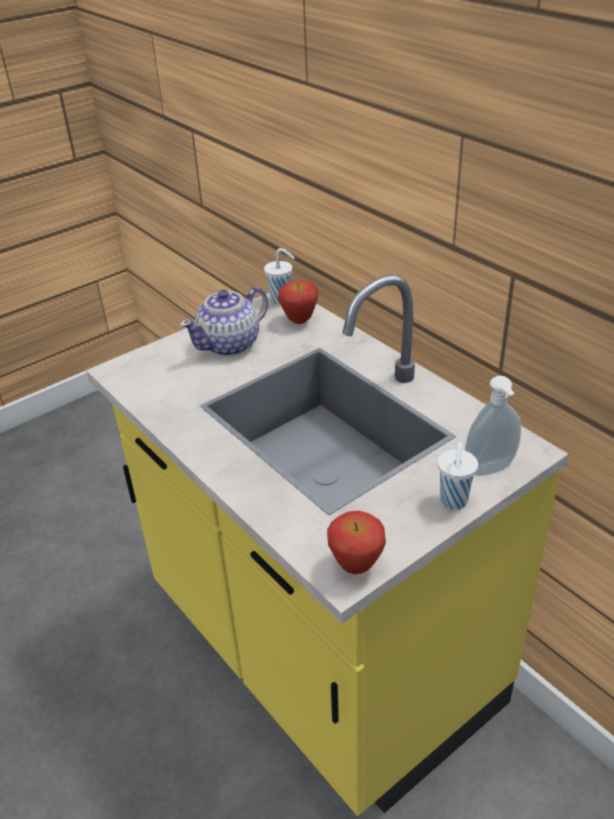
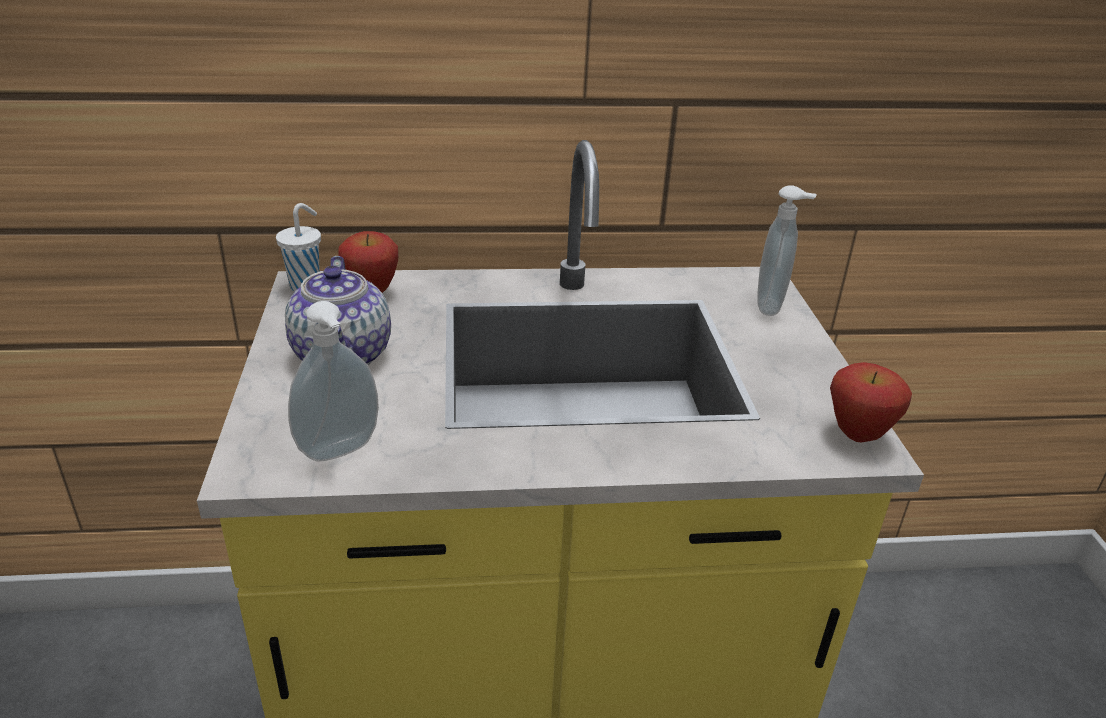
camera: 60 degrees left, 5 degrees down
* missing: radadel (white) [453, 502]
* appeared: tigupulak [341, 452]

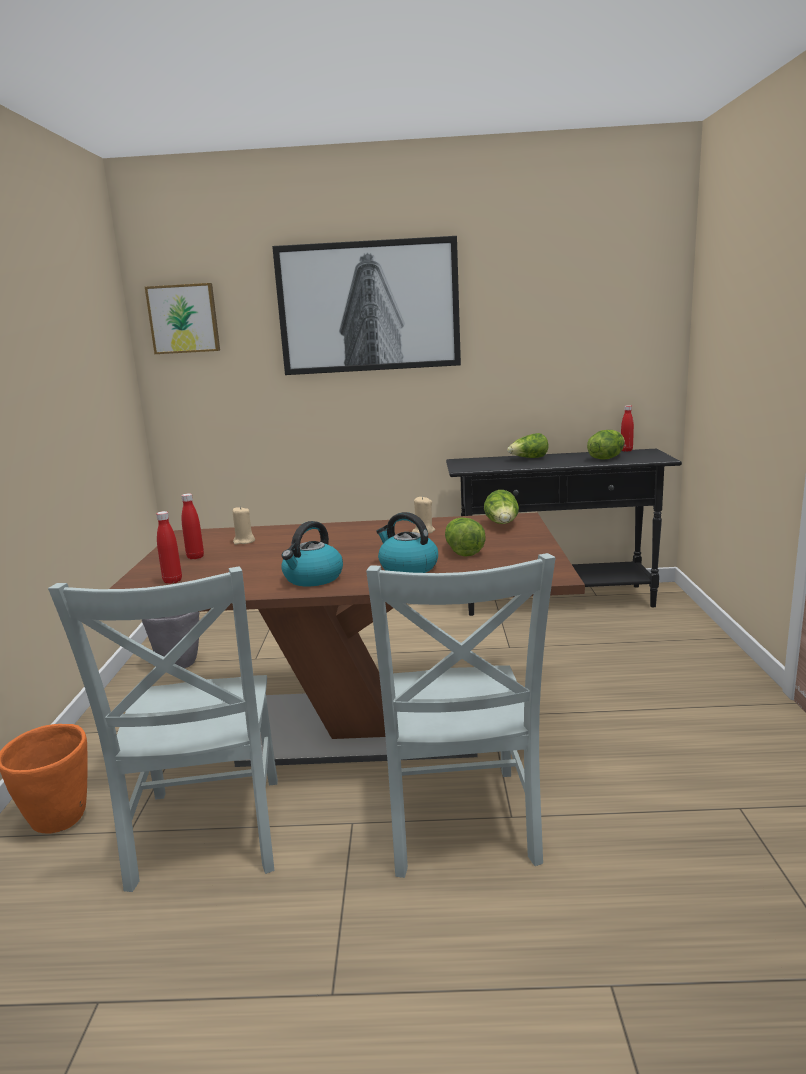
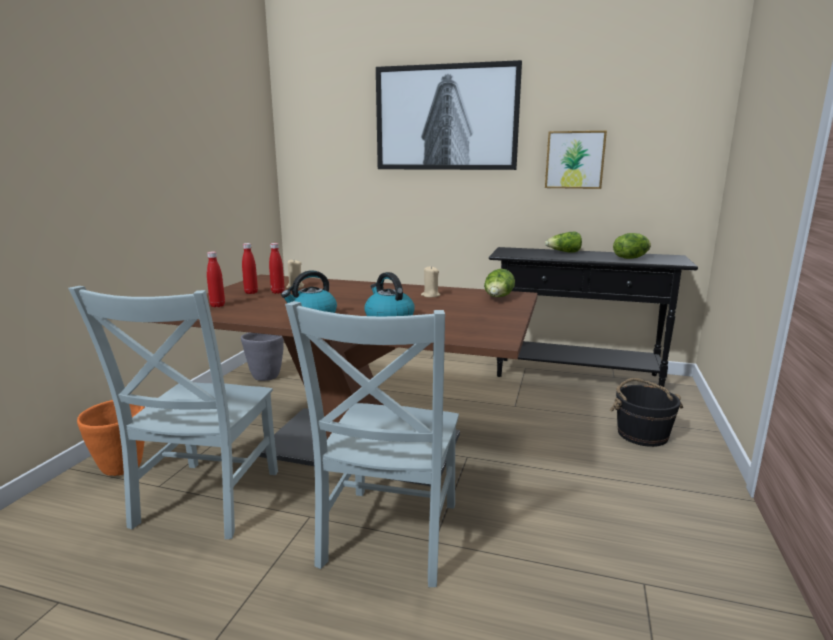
camera: 15 degrees right, 0 degrees up
* relocated: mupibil [184, 319] to [575, 160]
* relocated: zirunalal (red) [626, 450] to [278, 292]
* missing: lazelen [463, 550]
* appeared: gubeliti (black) [642, 434]

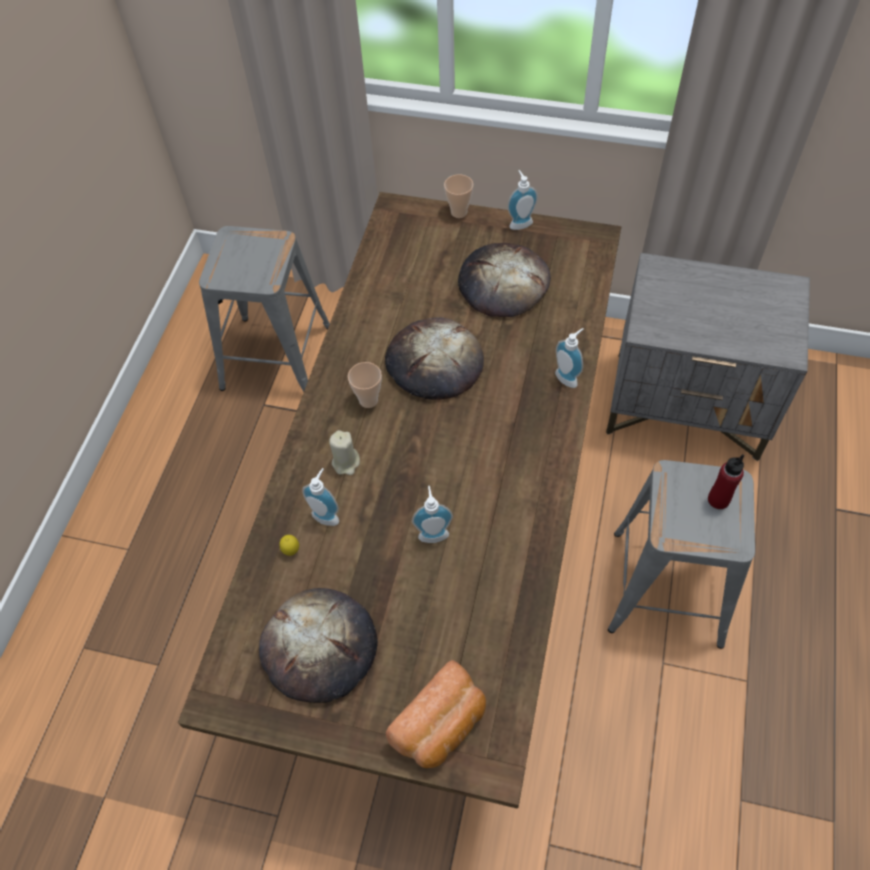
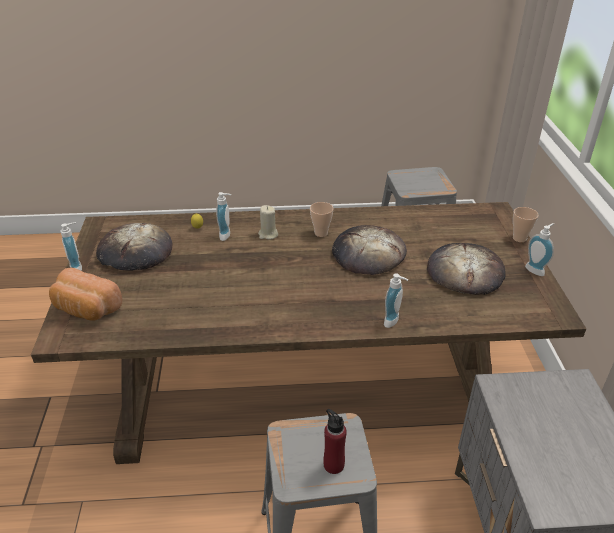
camera: 70 degrees right, 20 degrees down
* relocated: tigupulak [433, 532] to [79, 268]

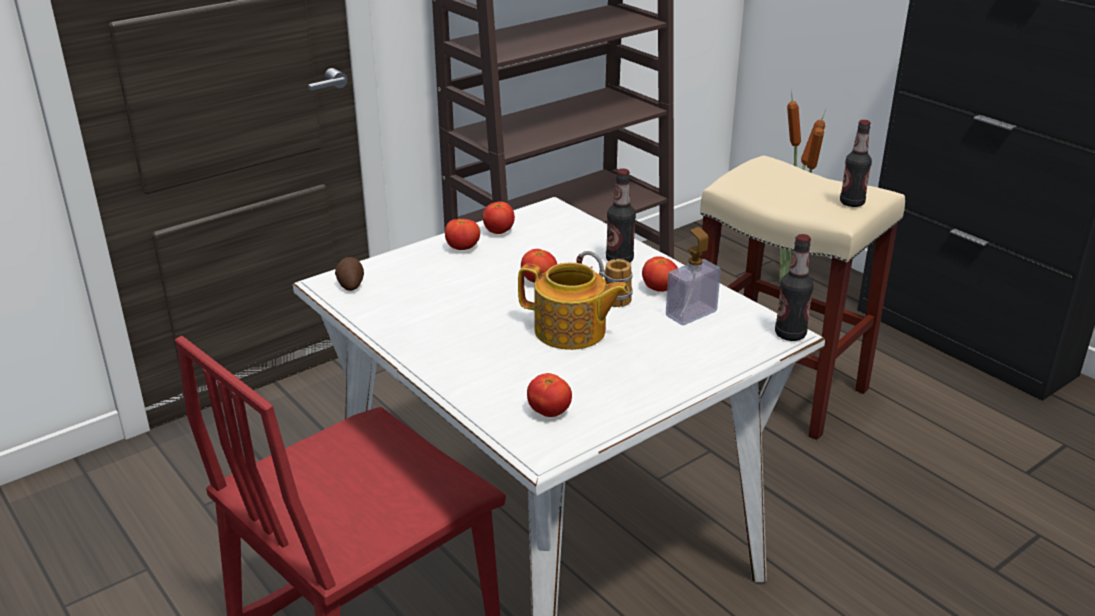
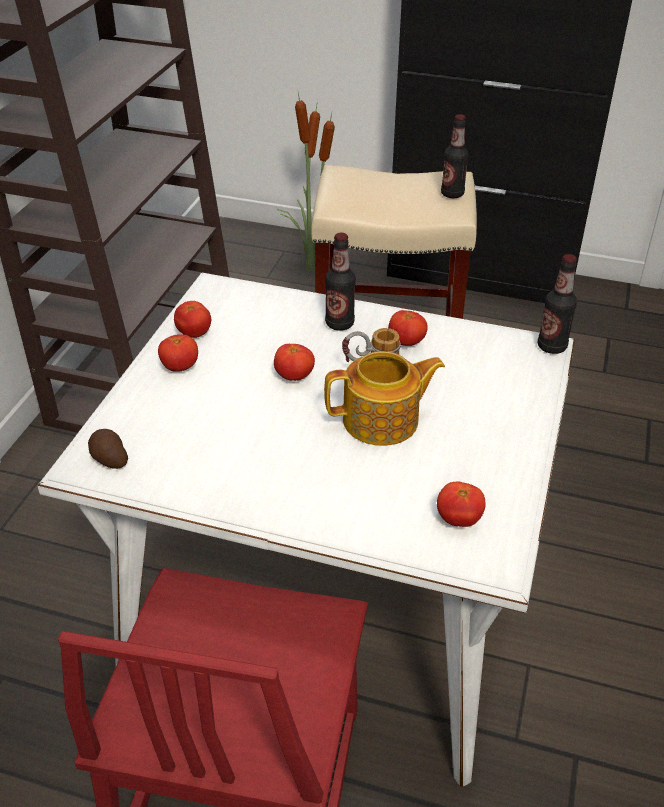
camera: 35 degrees left, 10 degrees up
* missing: tigupulak [691, 313]

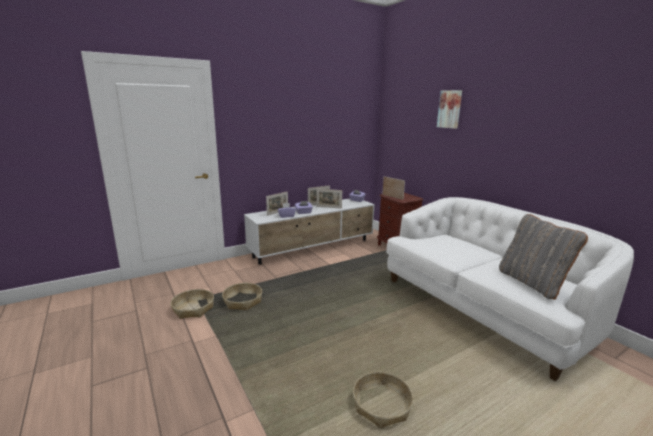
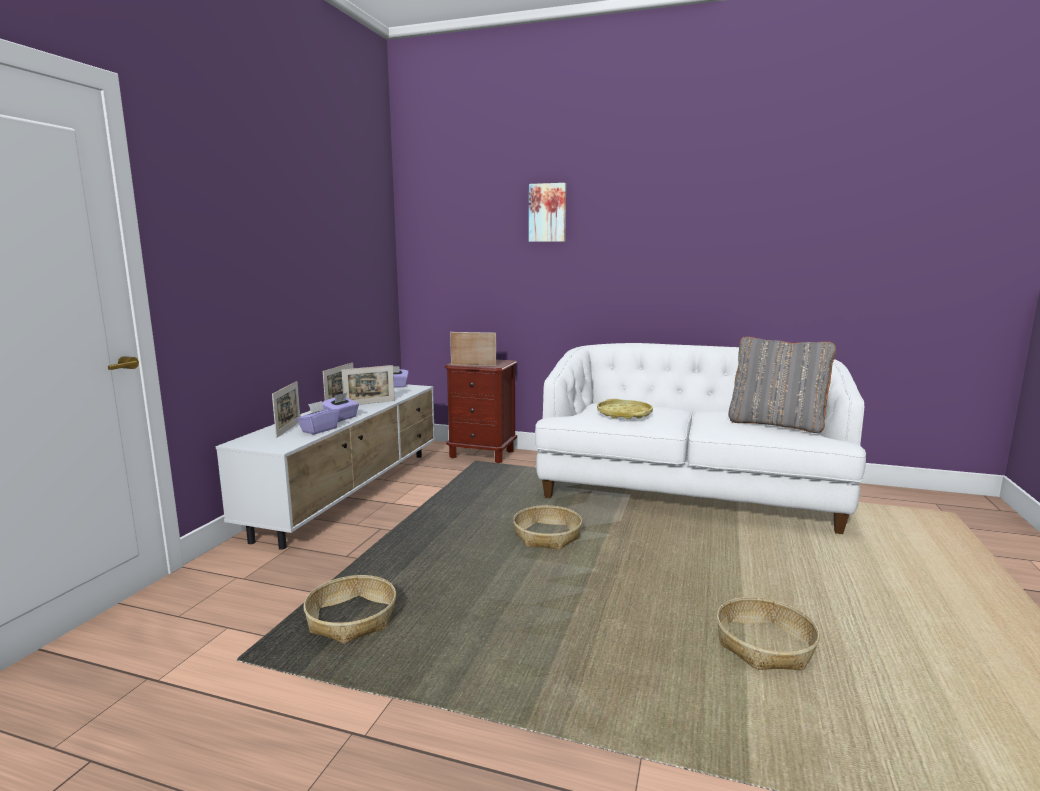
camera: 40 degrees left, 5 degrees down
* relocated: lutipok [193, 309] to [547, 536]
* appeared: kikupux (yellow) [624, 414]

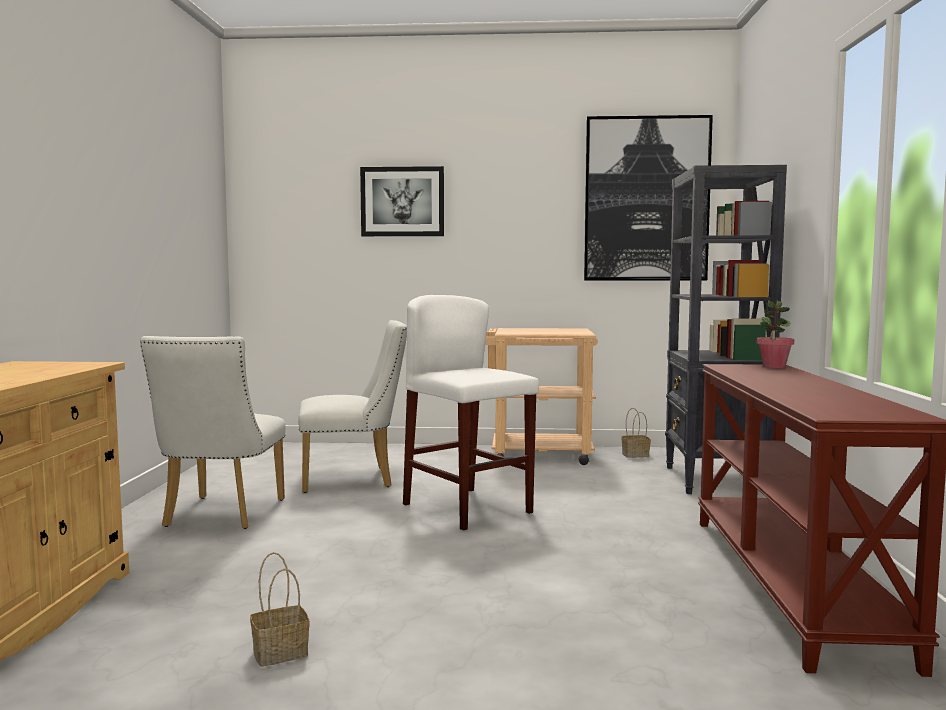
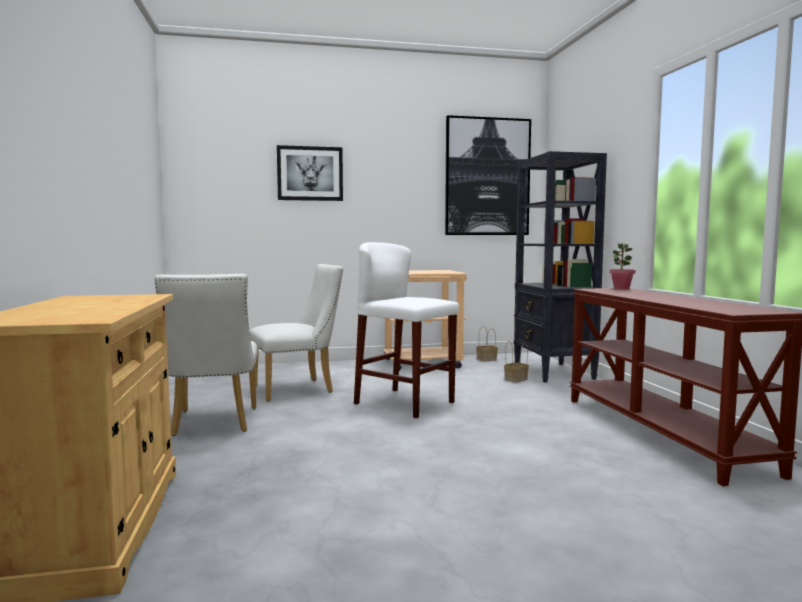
camera: 15 degrees left, 0 degrees up
* relocated: lutipok [282, 652] to [516, 379]

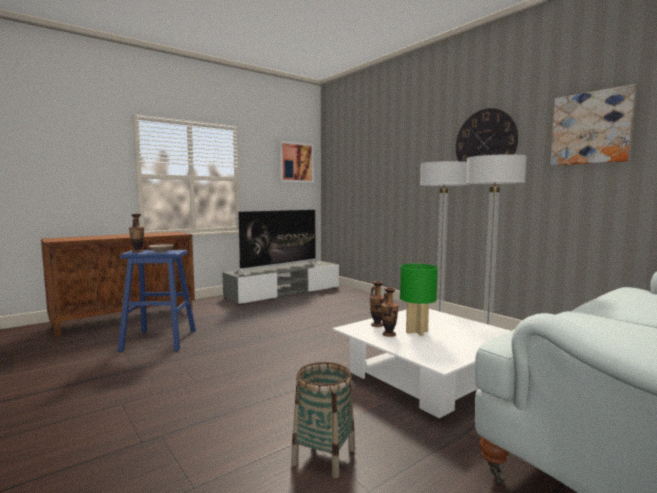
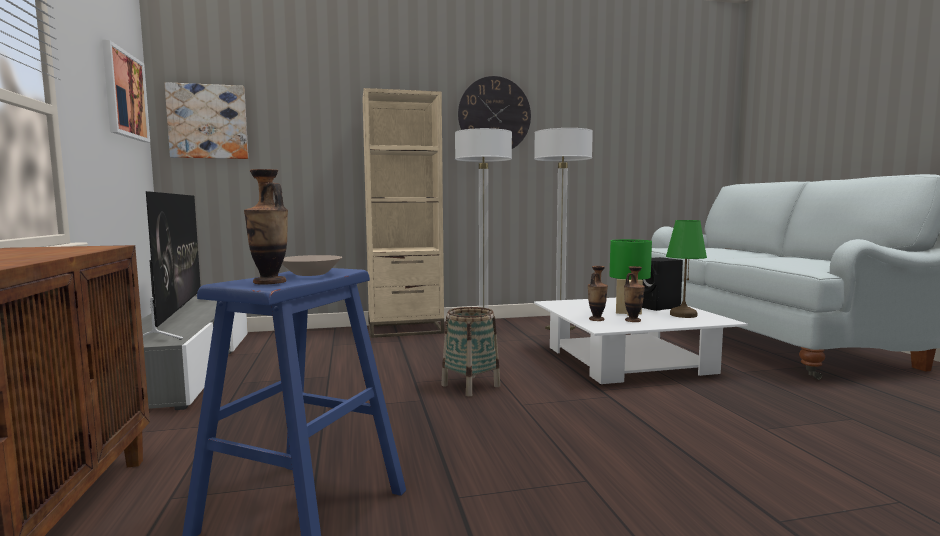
camera: 65 degrees left, 0 degrees up
* relocated: mupibil [591, 128] to [208, 122]
* relocated: lutipok [324, 456] to [470, 386]
* appeared: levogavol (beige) [405, 329]
* appeared: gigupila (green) [682, 315]
* appeared: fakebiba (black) [657, 307]

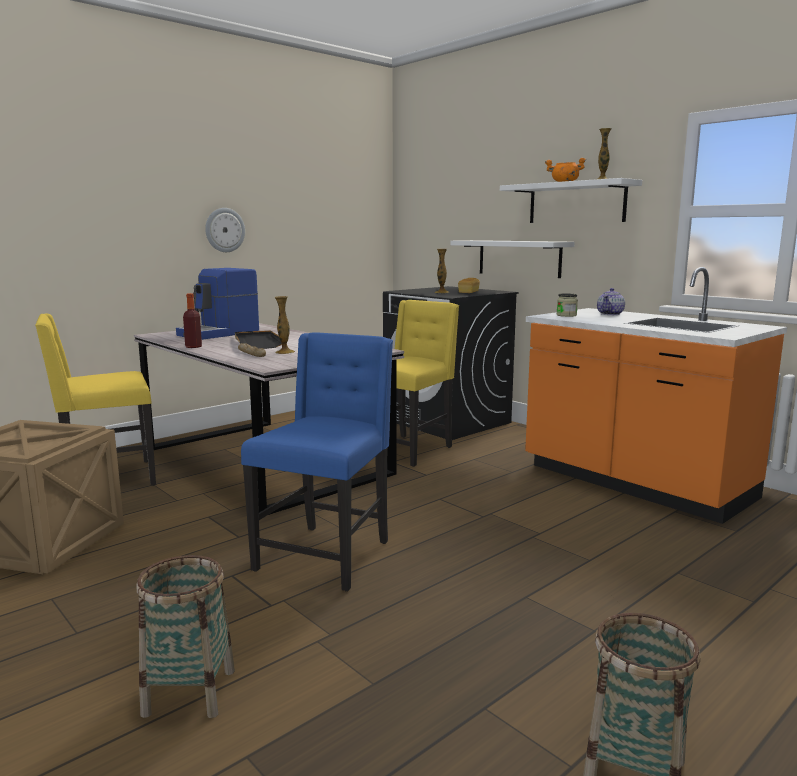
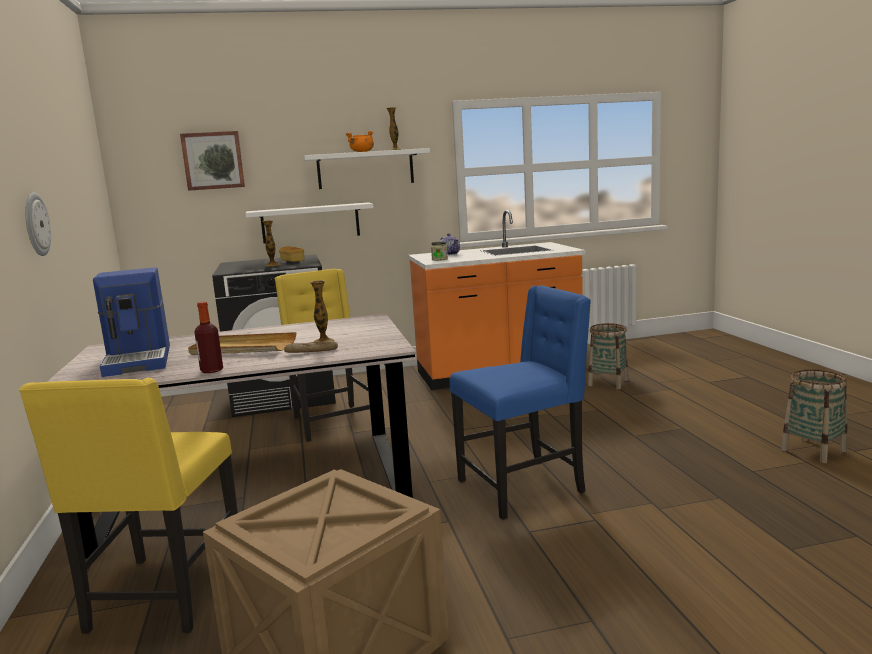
camera: 60 degrees left, 0 degrees up
* colour: kikupux (black) [257, 342] to kikupux (beige) [243, 348]
* spun: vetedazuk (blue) [326, 555] = [523, 487] 105 degrees clockwise
* relocated: lutipok [190, 692] to [608, 383]
* appeared: mupibil [213, 160]

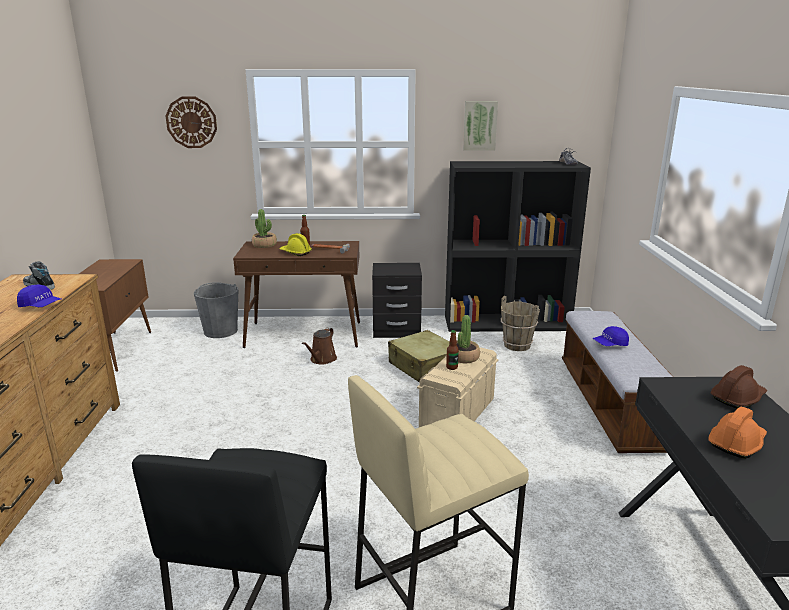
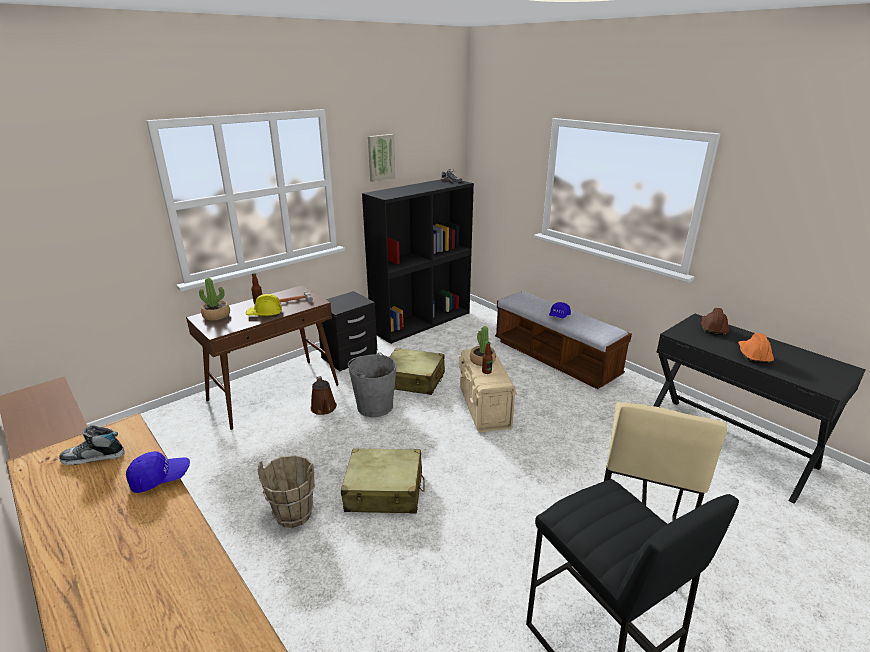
camera: 40 degrees left, 5 degrees up
* missing: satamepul [191, 122]
* relocated: gubeliti (grey) [220, 331] to [374, 406]
* relocated: gubeliti (brown) [517, 345] to [294, 513]
* appeared: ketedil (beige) [384, 491]

